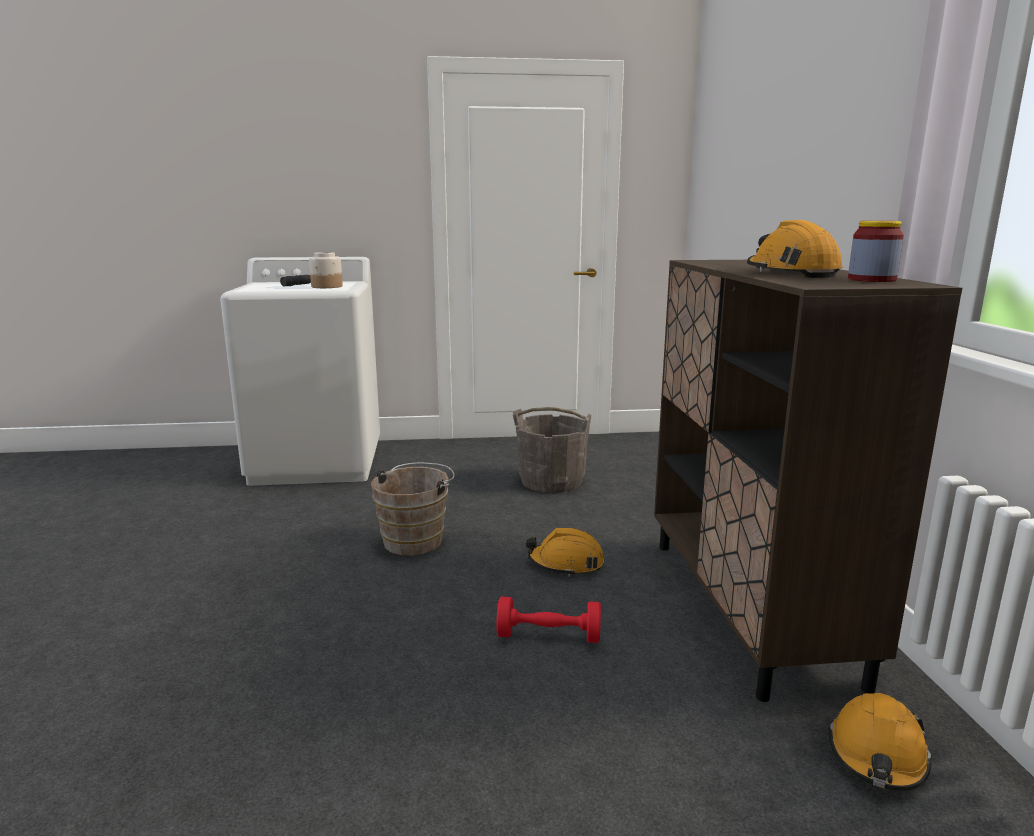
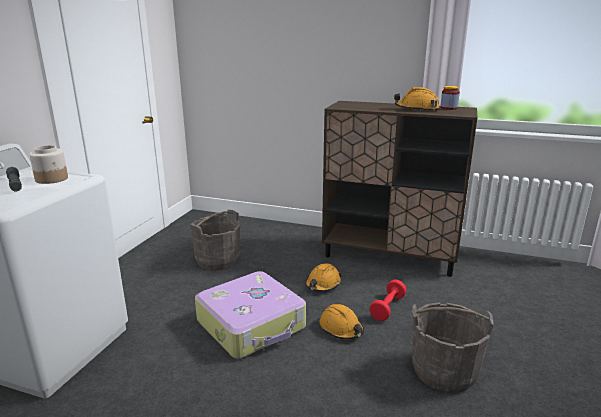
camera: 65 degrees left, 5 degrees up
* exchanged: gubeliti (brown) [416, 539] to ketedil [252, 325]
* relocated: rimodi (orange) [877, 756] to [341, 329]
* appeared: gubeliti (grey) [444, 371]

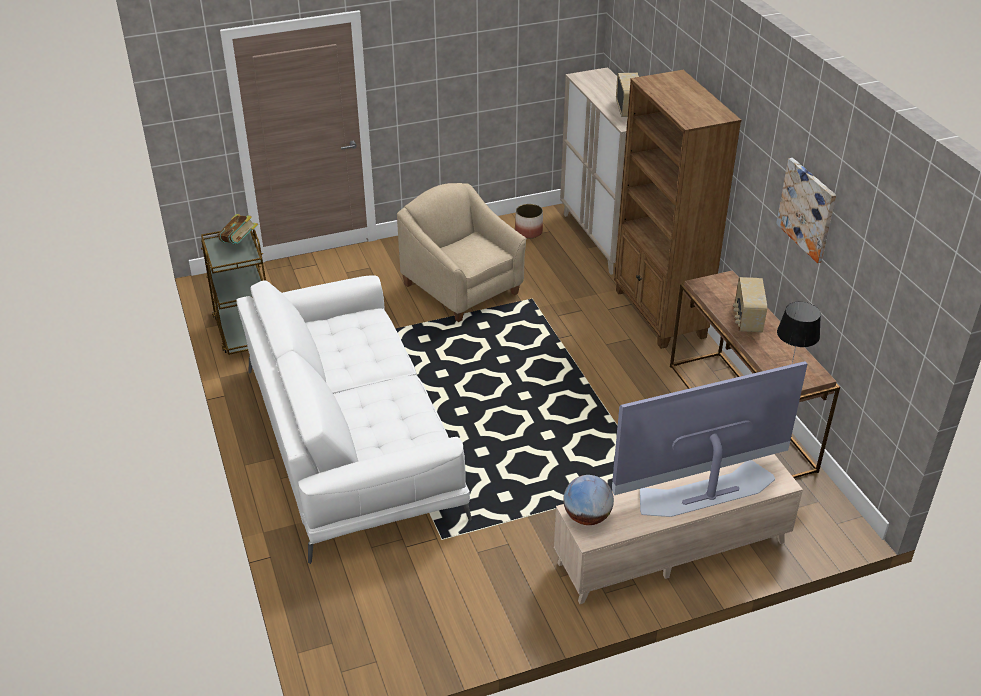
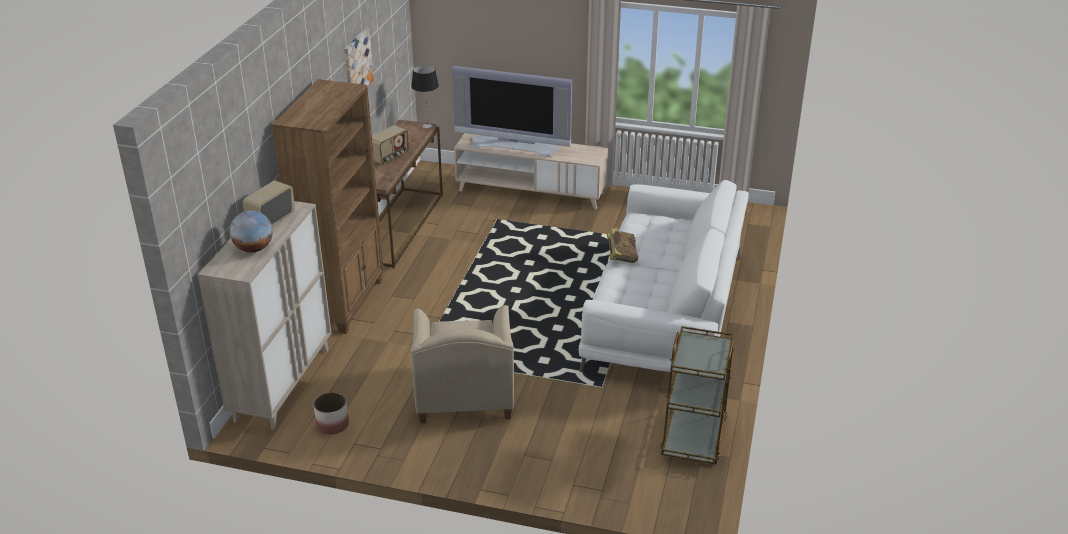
camera: 145 degrees left, 5 degrees down
* relocated: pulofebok [239, 242] to [621, 257]
* relocated: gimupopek [587, 517] to [254, 249]

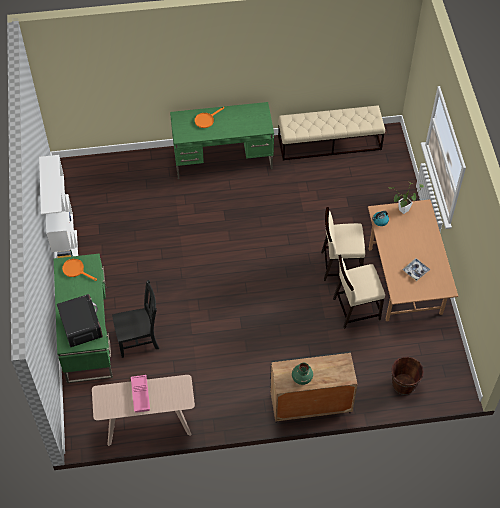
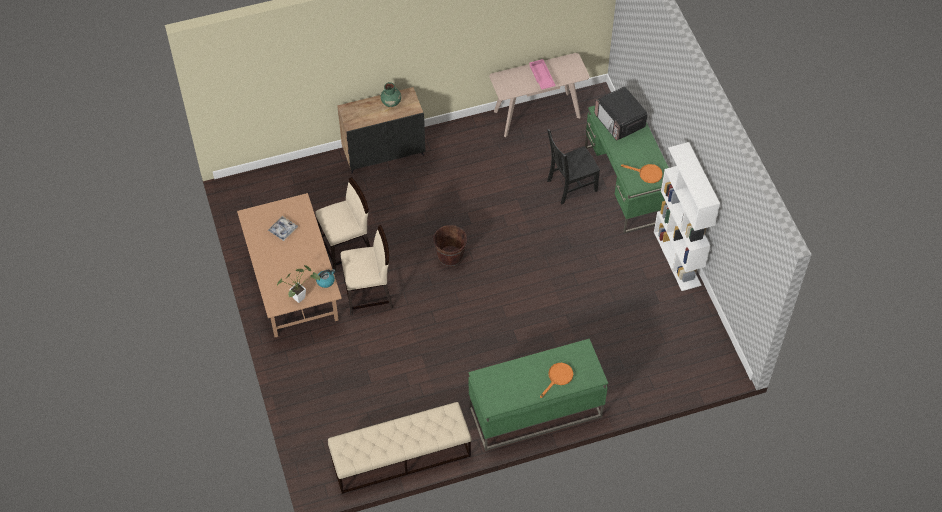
camera: 170 degrees right, 0 degrees up
* relocated: gubeliti (brown) [403, 384] to [450, 257]

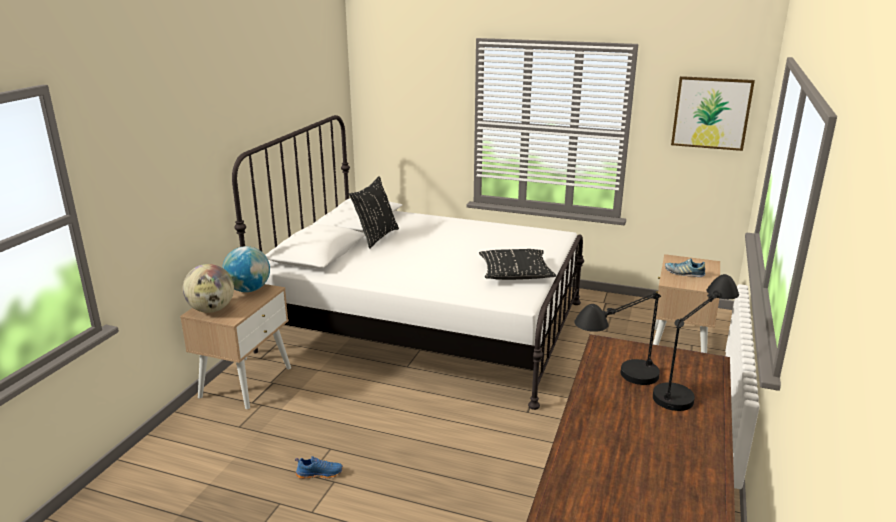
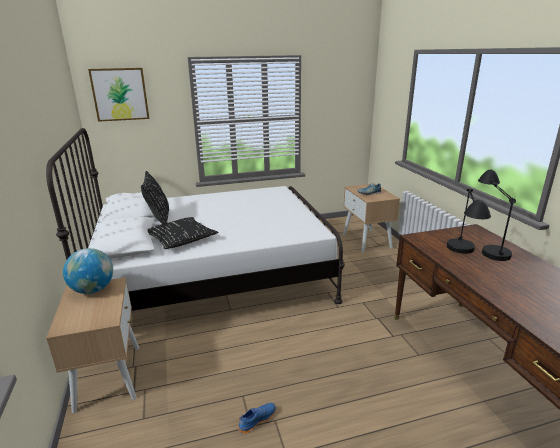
camera: 35 degrees left, 0 degrees up
* relocated: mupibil [711, 113] to [120, 94]
* relocated: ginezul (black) [515, 273] to [181, 239]
* missing: gimupopek [211, 310]

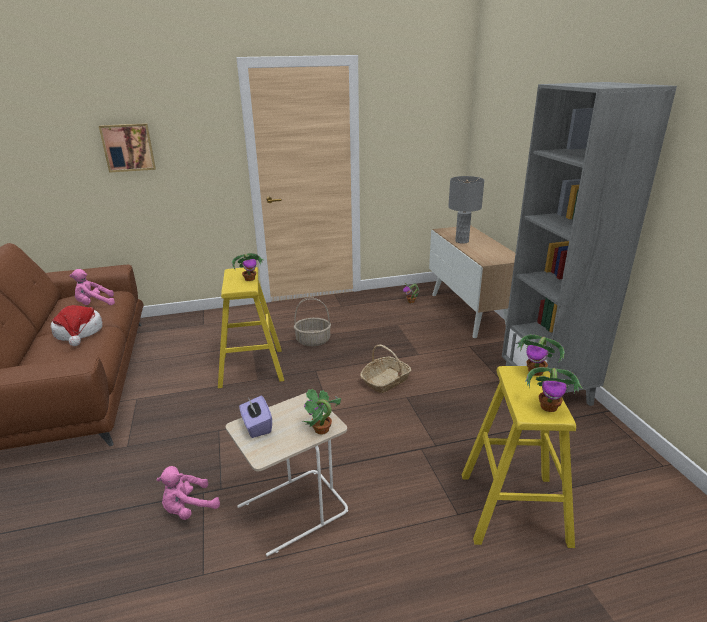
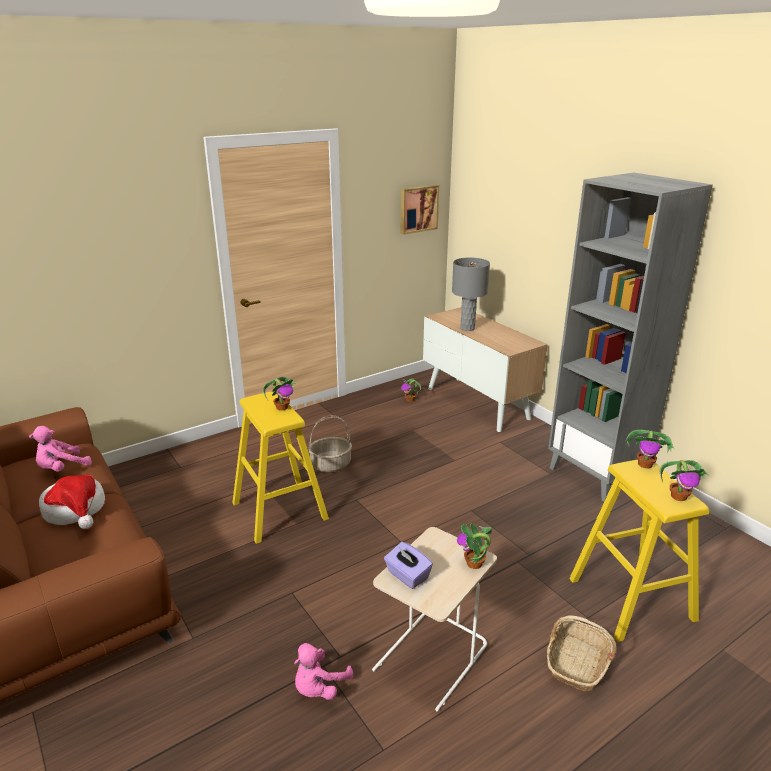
camera: 20 degrees left, 0 degrees up
* relocated: mupibil [128, 147] to [418, 209]
* relocated: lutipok [385, 381] to [577, 663]

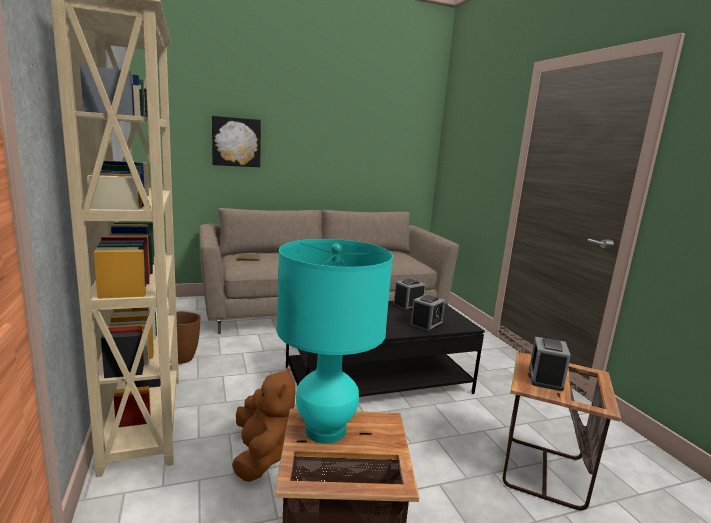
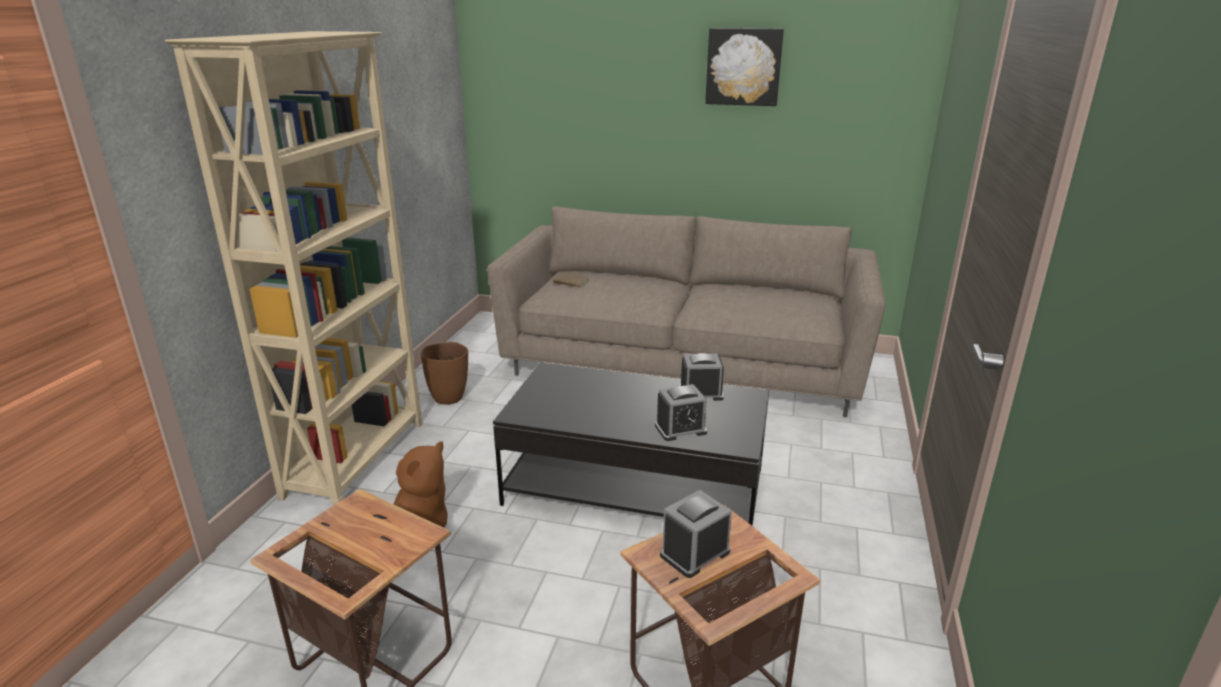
camera: 35 degrees right, 10 degrees up
* relocated: mupibil [236, 142] to [743, 67]
* missing: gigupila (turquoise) [325, 430]

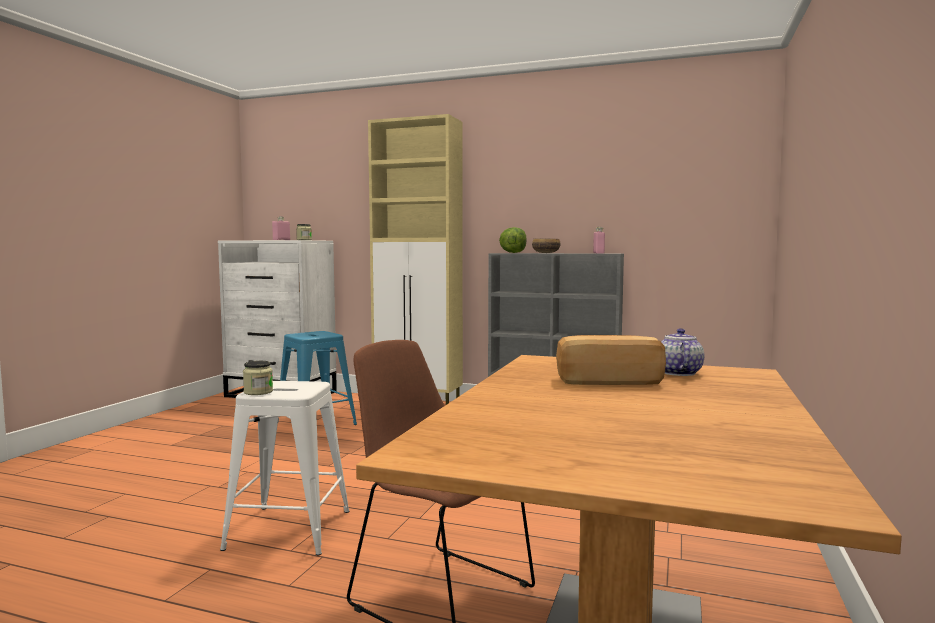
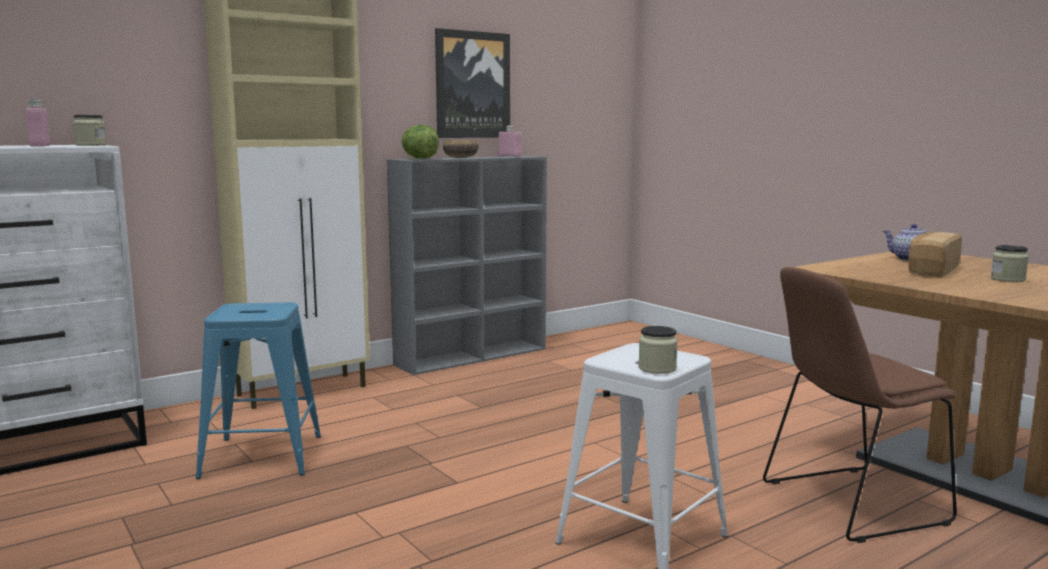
camera: 55 degrees left, 5 degrees up
* appeared: mupibil [472, 85]
* appeared: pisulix [1007, 279]

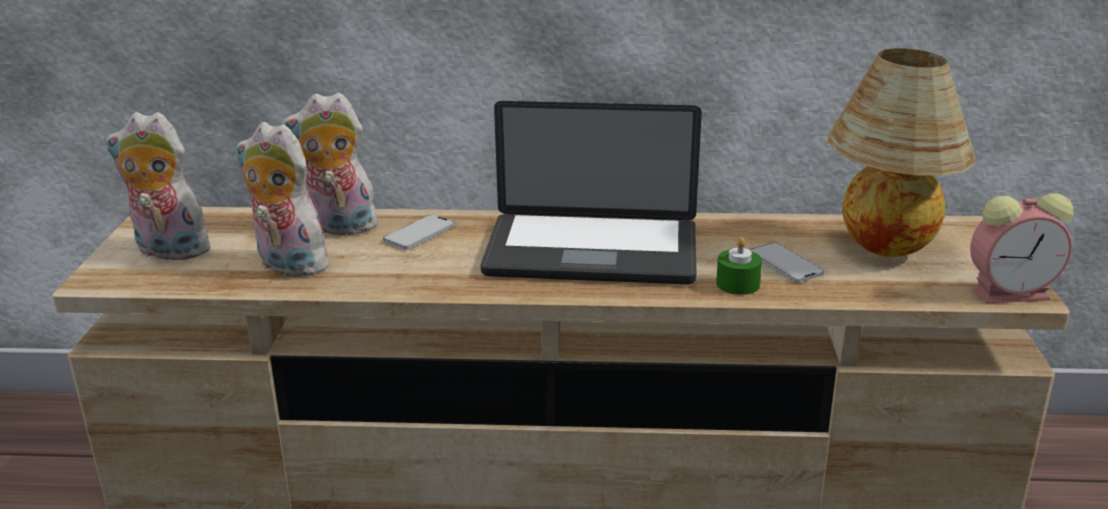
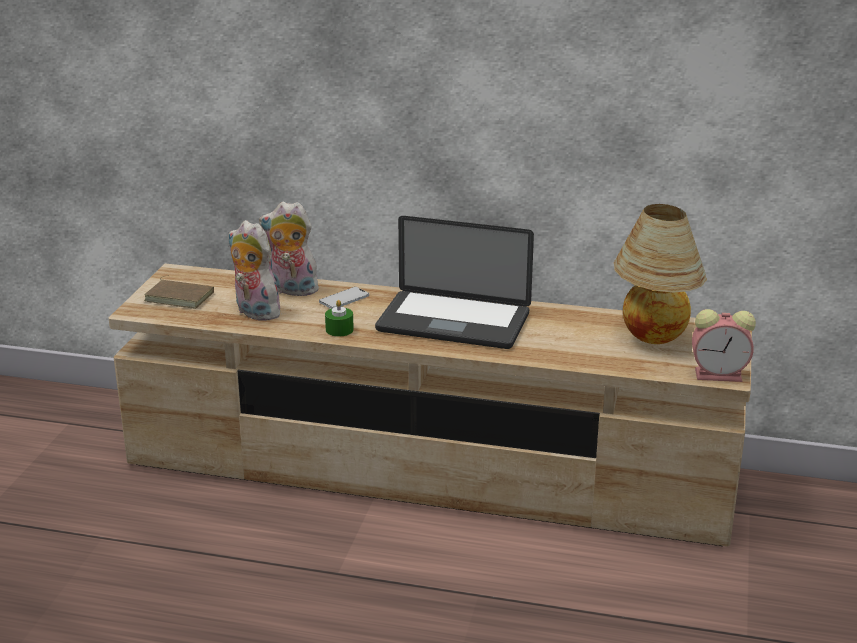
camera: 10 degrees right, 0 degrees up
* exchanged: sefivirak [168, 251] to pulofebok (brown) [180, 296]
* relocated: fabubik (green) [738, 284] to [339, 330]
* missing: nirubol [785, 264]

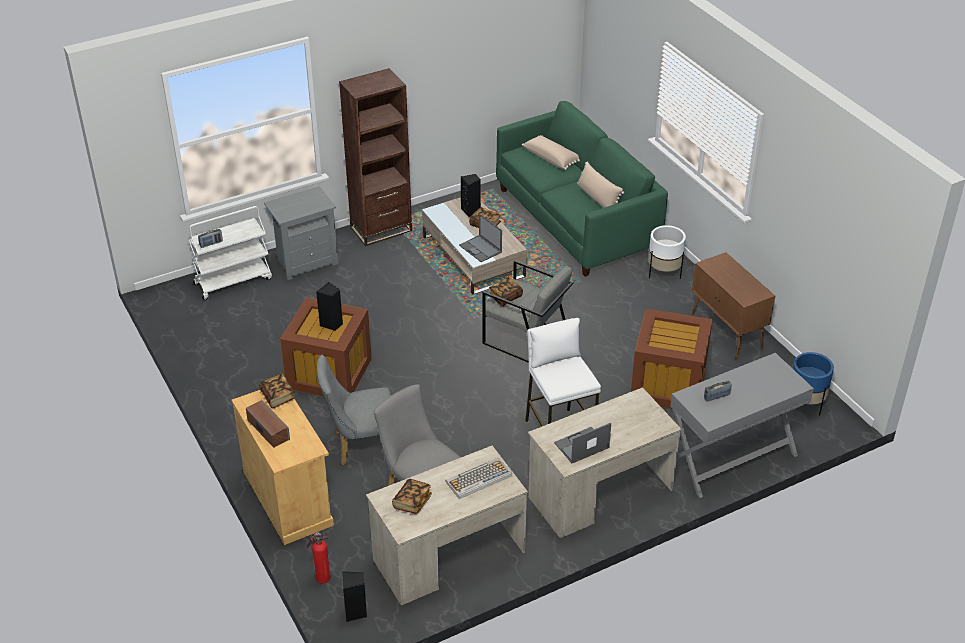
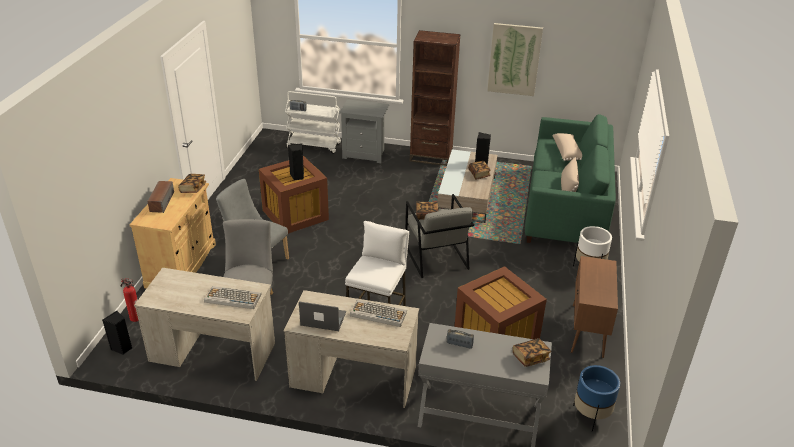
camera: 40 degrees right, 5 degrees down
* missing: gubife [481, 249]
* relocated: pulofebok [412, 502] to [530, 357]
* appeared: mupibil [514, 59]
* appeared: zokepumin [377, 314]

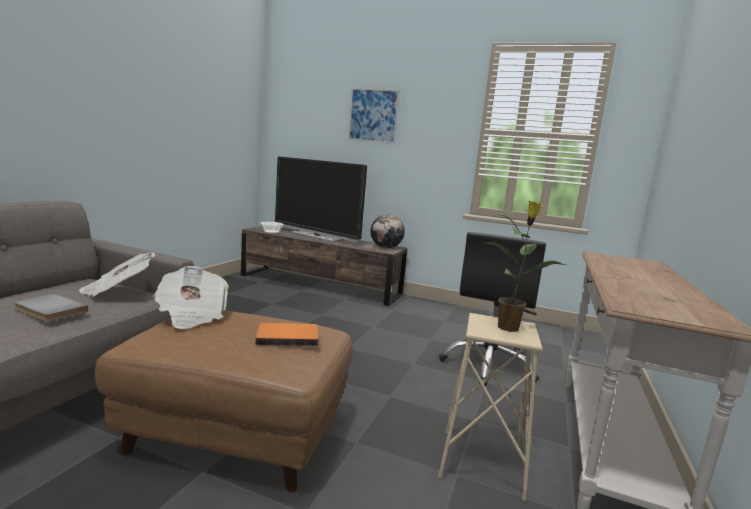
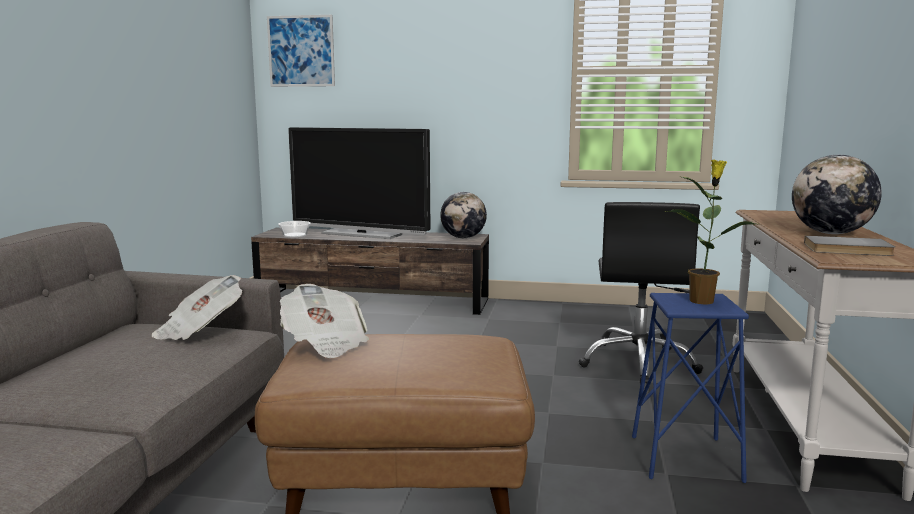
camera: 10 degrees left, 0 degrees up
* relocated: mupibil [373, 115] to [301, 51]
* relocated: pulofebok (grey) [48, 310] to [848, 250]
* colour: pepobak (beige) [481, 463] to pepobak (blue) [685, 458]
* missing: pulofebok (orange) [287, 336]
* appeared: gimupopek [831, 233]

